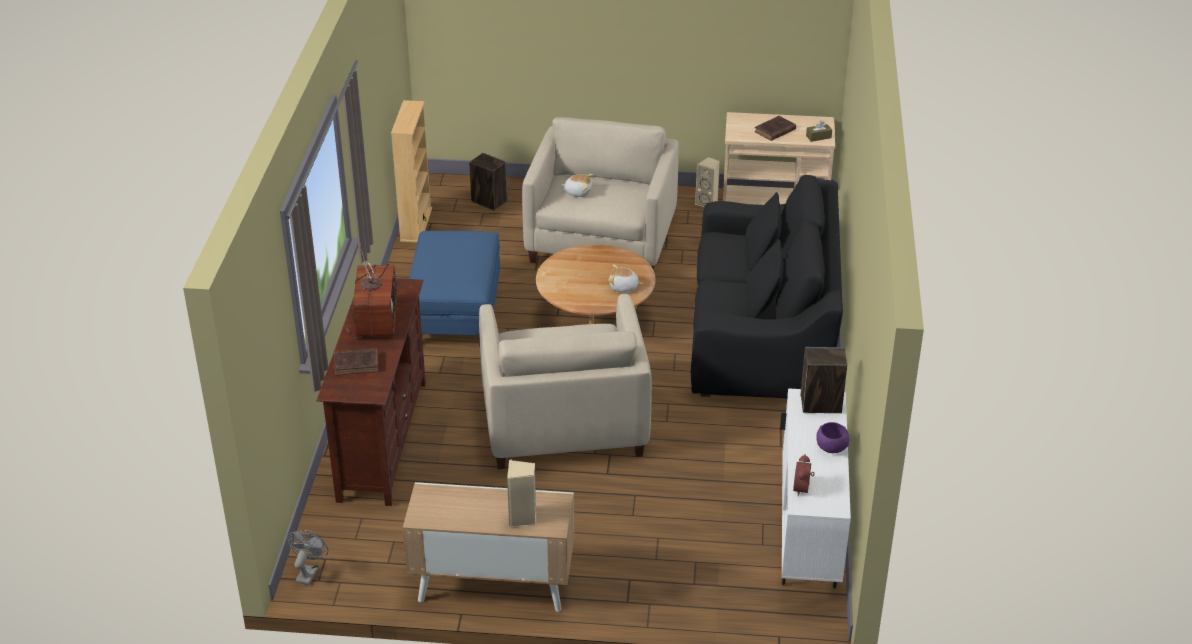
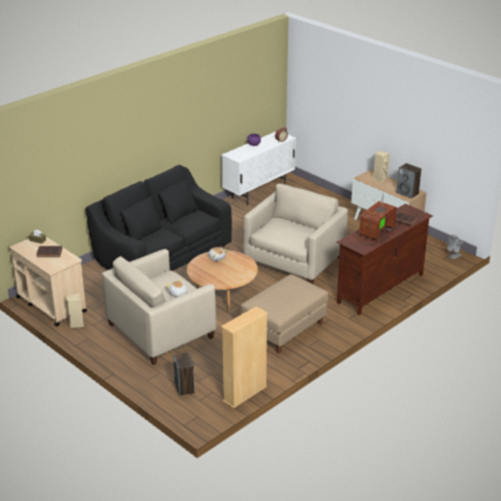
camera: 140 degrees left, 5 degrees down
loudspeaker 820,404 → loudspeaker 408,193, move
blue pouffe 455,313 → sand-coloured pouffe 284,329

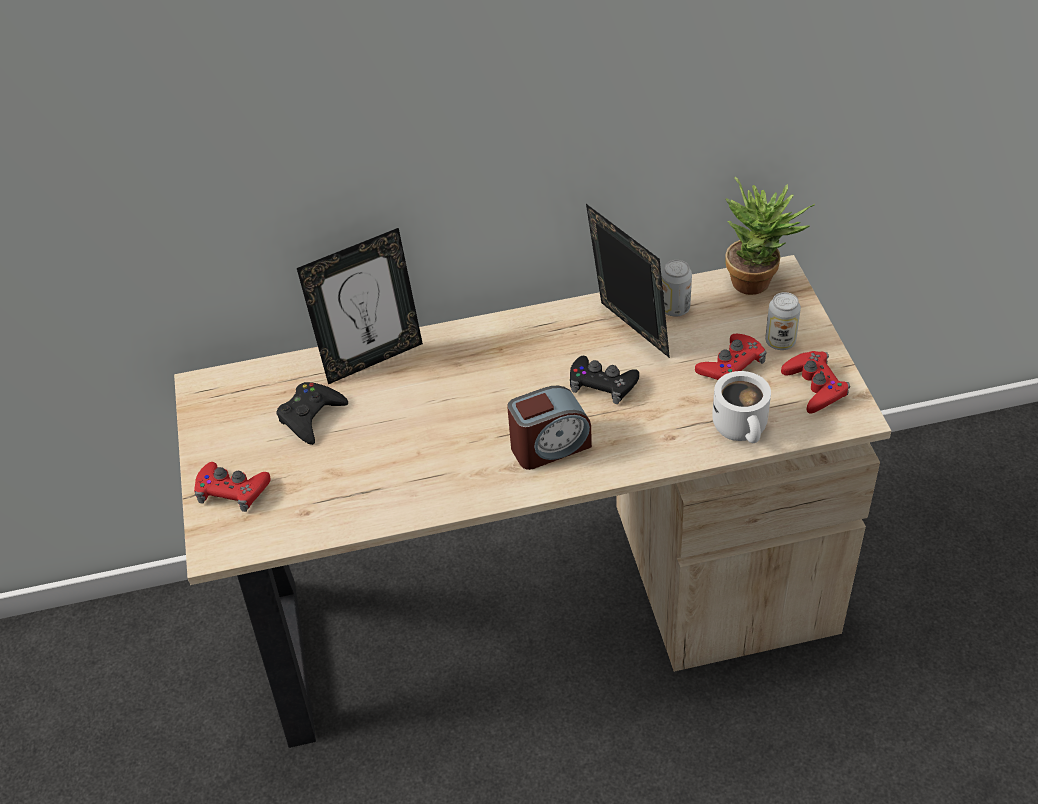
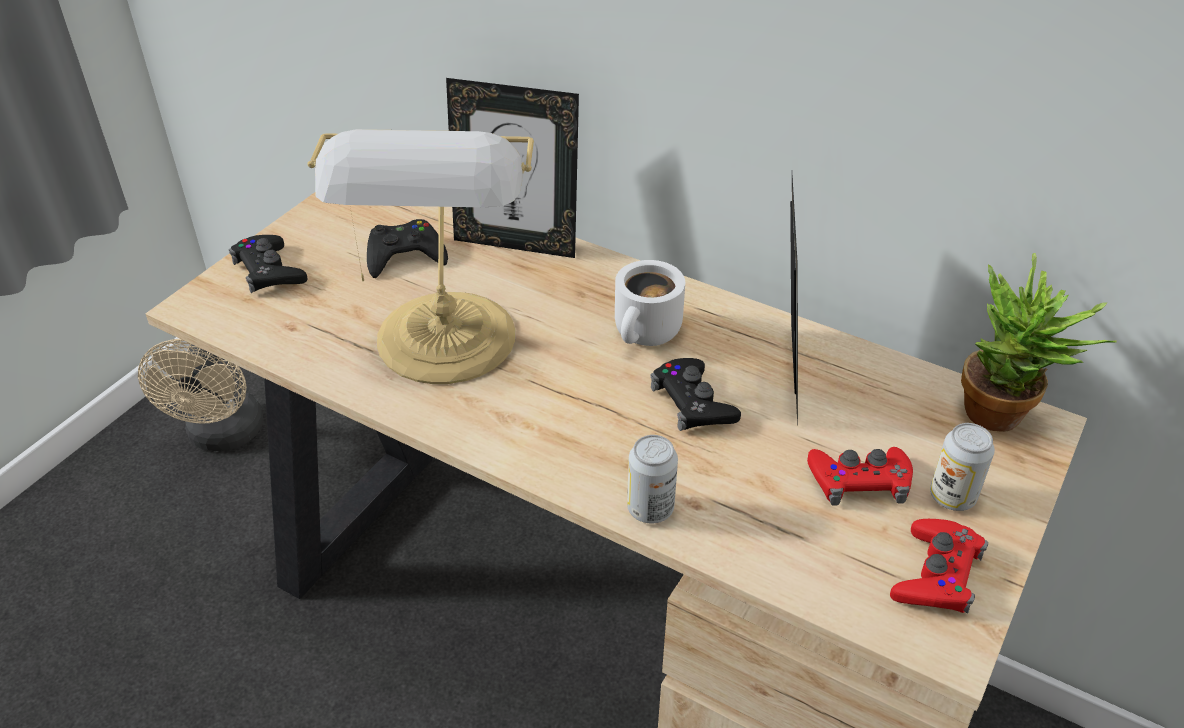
camera: 40 degrees right, 5 degrees down
table clock 550,446 → -
- → sand-coloured fan 223,436
- → table lamp 446,342
sealed can 675,308 → sealed can 650,509, move
whitish mug 743,428 → whitish mug 647,334, move
red gamepad 232,490 → blackish gamepad 269,271

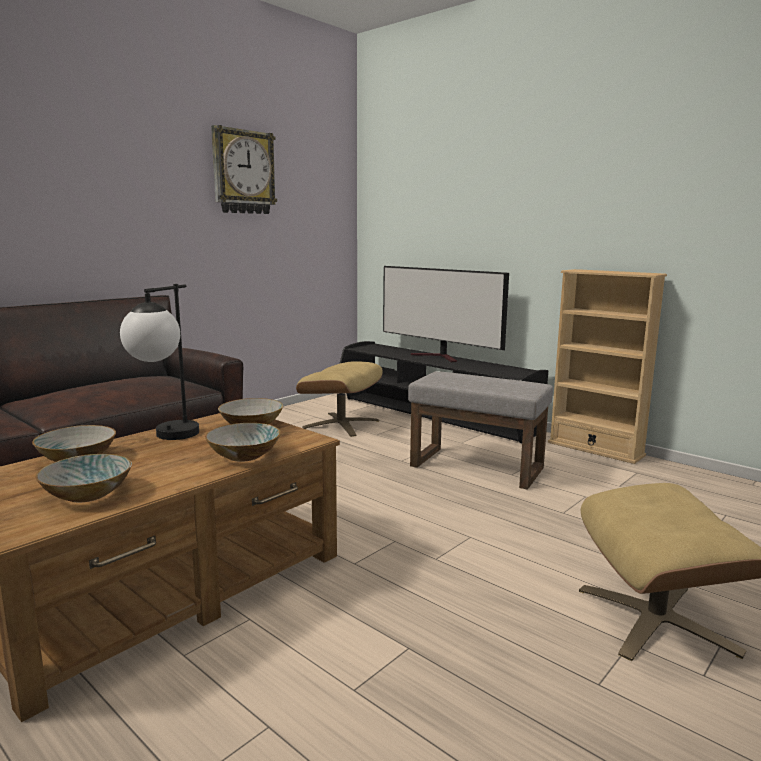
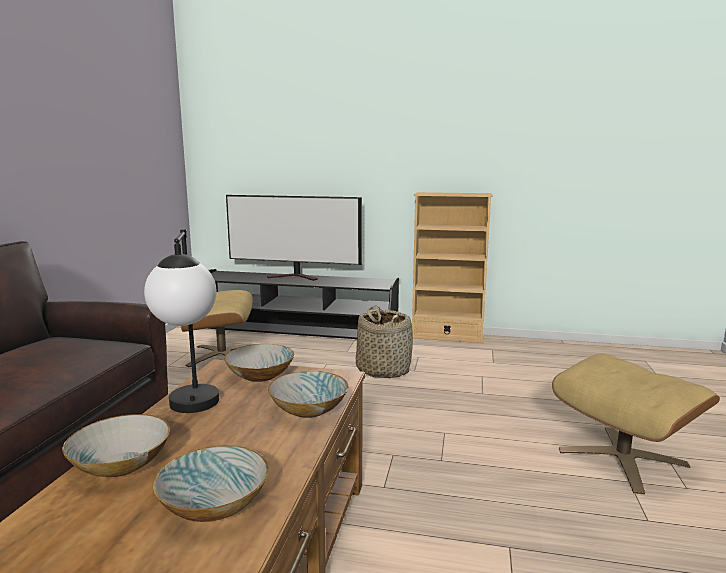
camera: 30 degrees left, 0 degrees up
clock on the wall 243,172 → -
greyish pouffe 478,466 → storage basket 383,370

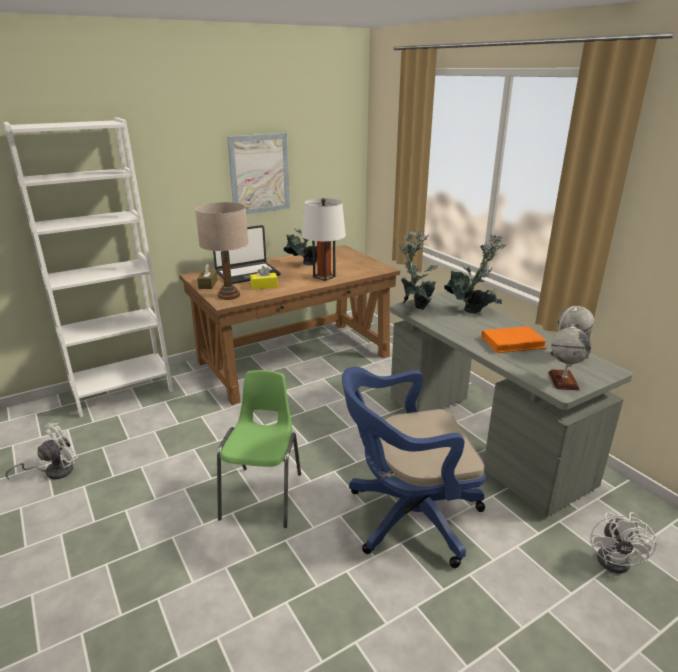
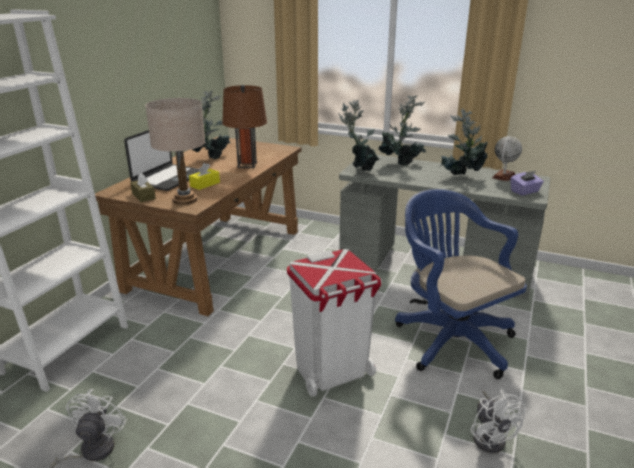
camera: 35 degrees left, 0 degrees up
picture 259,174 → -
whitish fan 618,559 → whitish fan 491,436, move
green-coloured plain chair 263,495 → whitish rubbish bin 332,373
orange-coloured book 513,342 → potted plant 461,177
world globe 563,380 → purple box of tissues 525,191
whitish table lamp 324,277 → brownish table lamp 247,165
blue computer chair 406,517 → blue computer chair 450,338, 105 degrees clockwise

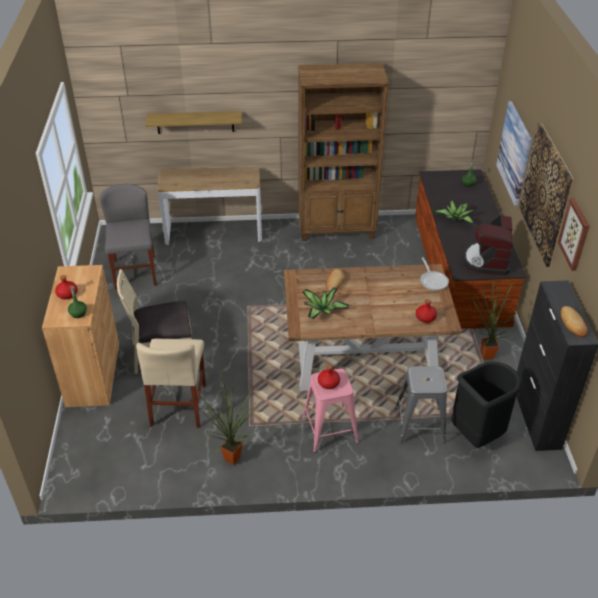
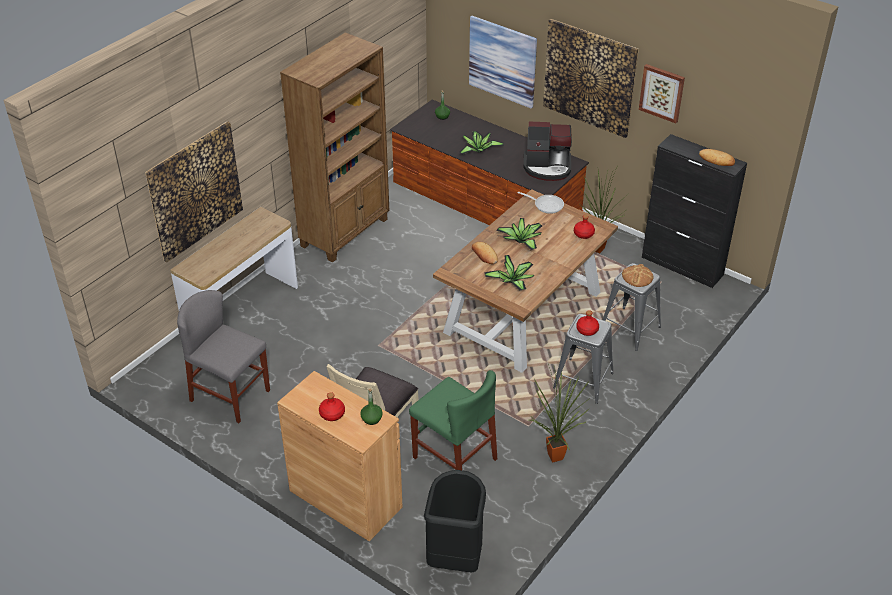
camera: 50 degrees left, 0 degrees up
- → potted plant 521,241
- → baked bread 637,277
blackish rubbish bin 478,434 → blackish rubbish bin 455,557, move
bracket shelf 195,122 → picture 195,191
sand-coloured plain chair 179,405 → green-coloured plain chair 454,458
pink-coloured sitting stool 330,430 → greyish sitting stool 583,380
coffee brewer 486,260 → coffee brewer 547,167, 45 degrees counterclockwise

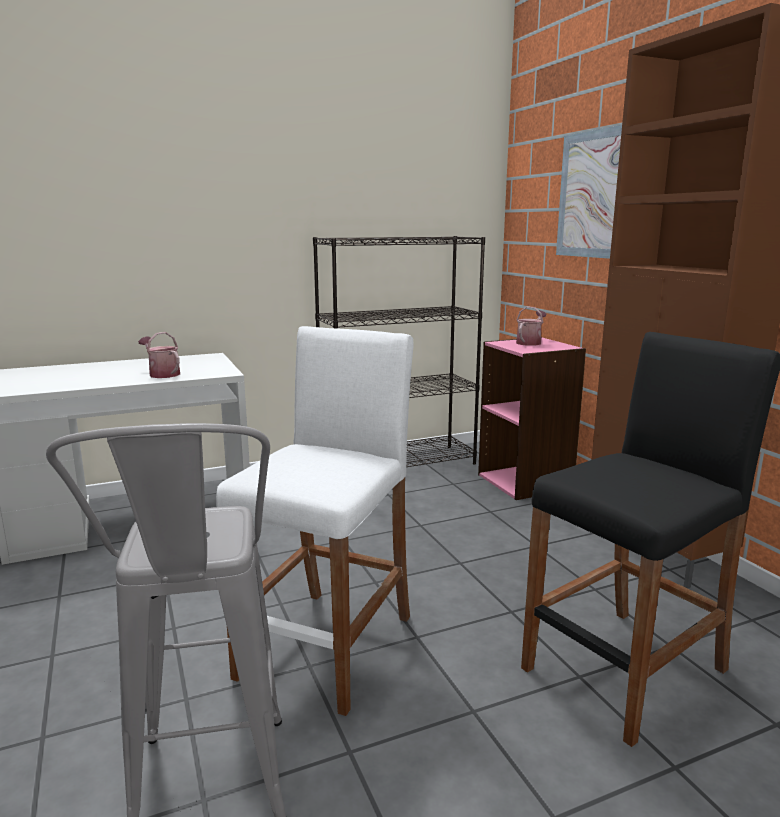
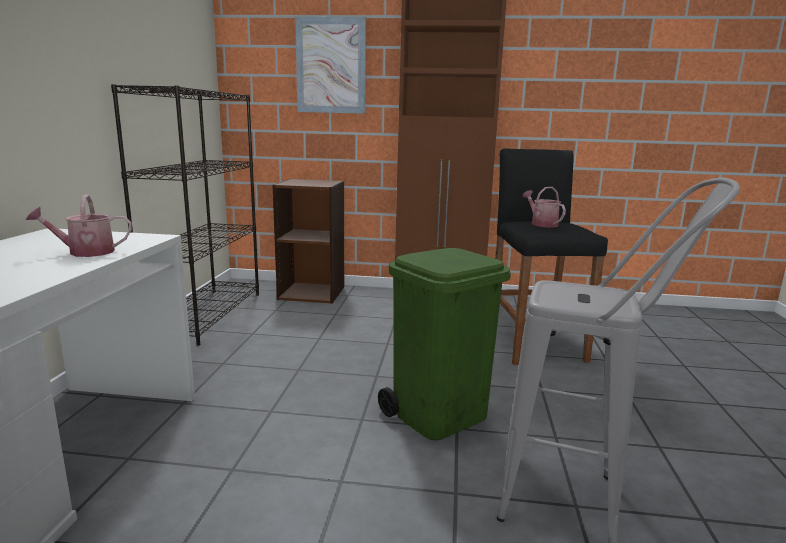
camera: 60 degrees left, 0 degrees up
watering can 530,342 → watering can 541,224, move
whitish sitting stool 328,646 → green-coloured rubbish bin 440,415
pink-coloured shelving unit 525,481 → brownish shelving unit 312,292

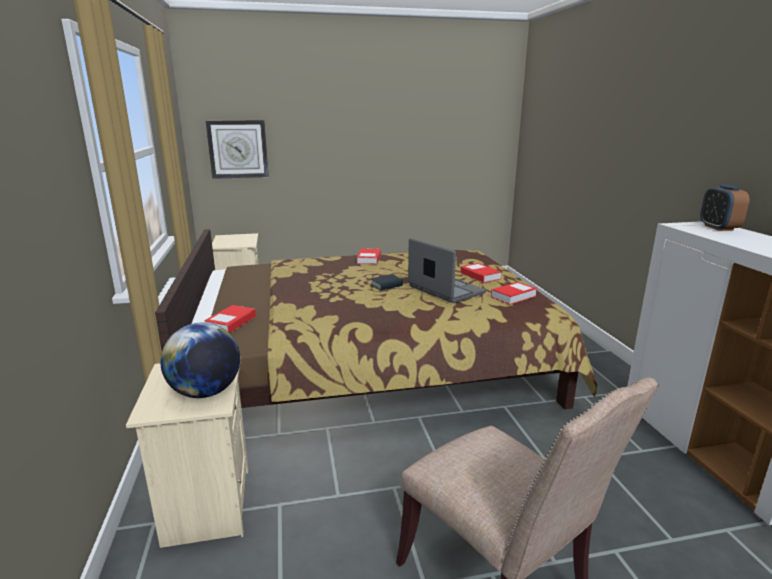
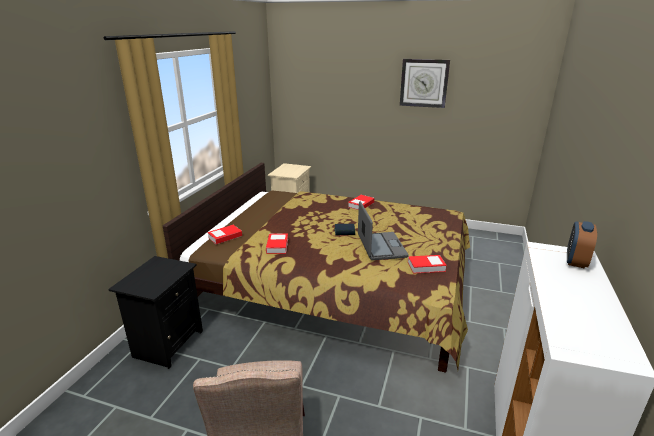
camera: 30 degrees right, 5 degrees up
world globe 206,392 → -
clock on the wall 238,149 → clock on the wall 424,83, move
book 480,276 → book 277,246, move
sand-coloured bedside table 206,505 → blackish bedside table 167,344

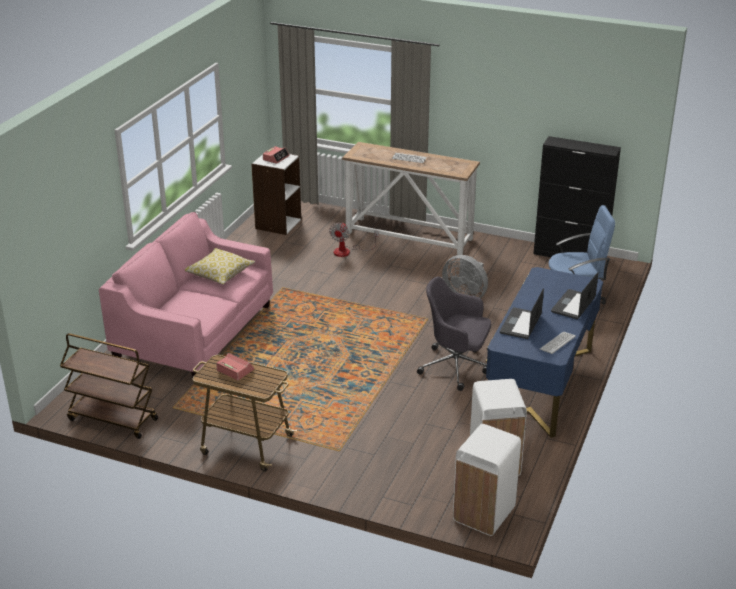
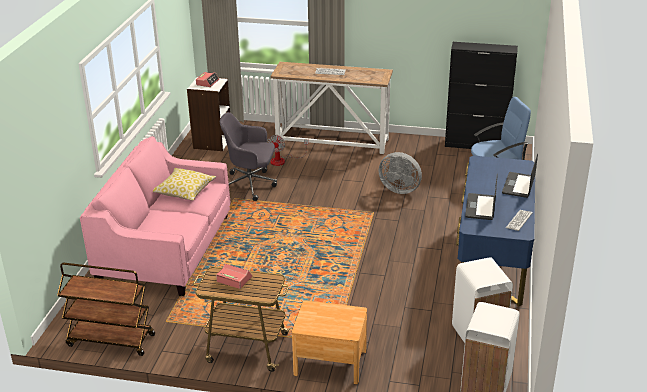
camera: 10 degrees left, 0 degrees up
- → brownish bedside table 330,362
greyish computer chair 456,367 → greyish computer chair 250,185, move

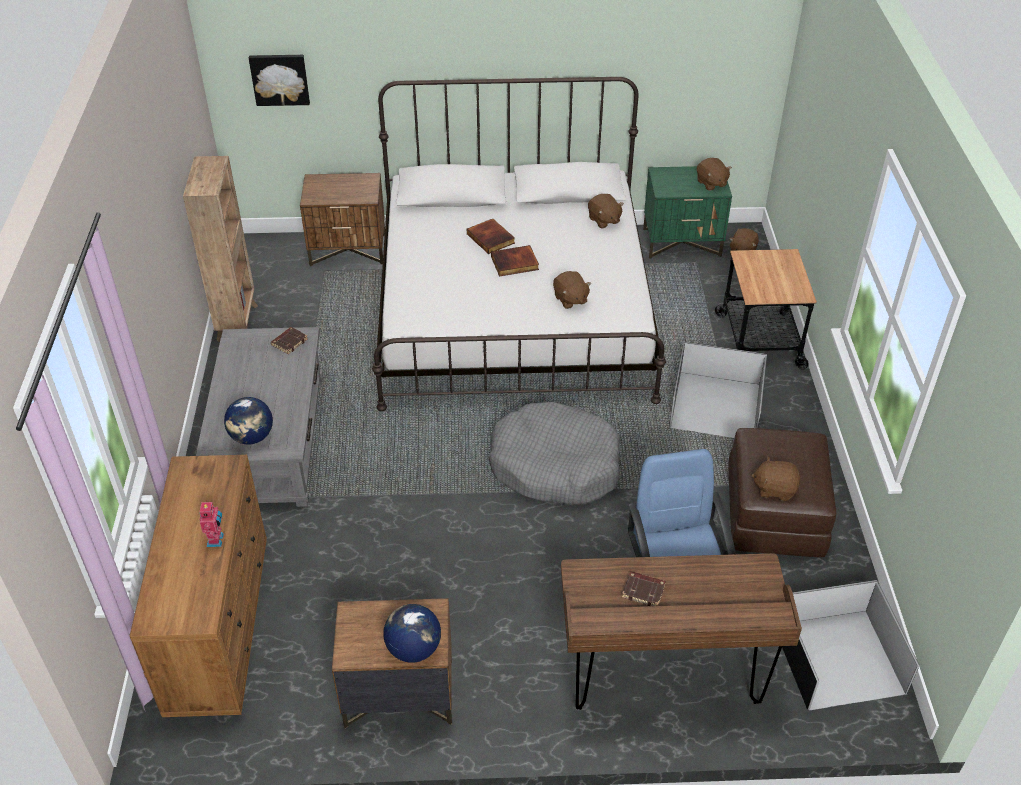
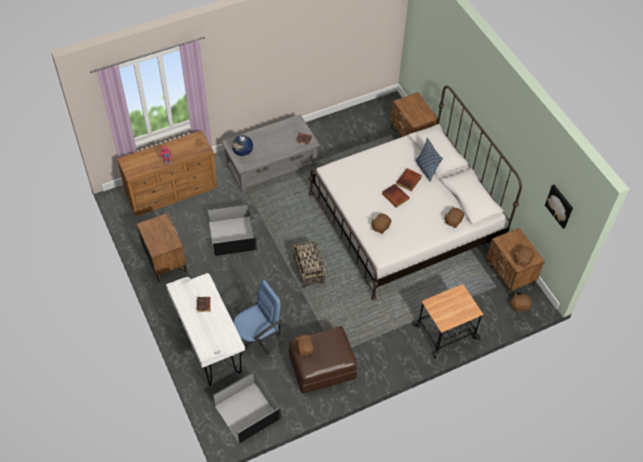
camera: 65 degrees right, 10 degrees up
brownish shelving unit 238,322 → -
world globe 413,649 → -
- → cushion 426,169
picture 280,79 → picture 560,206, move
blackish storage box 714,405 → blackish storage box 232,235, move
greyish dog bed 555,465 → storage basket 309,271
brownish desk unit 663,677 → whitish desk unit 209,347
green-coloured bedside table 682,242 → brownish bedside table 510,275

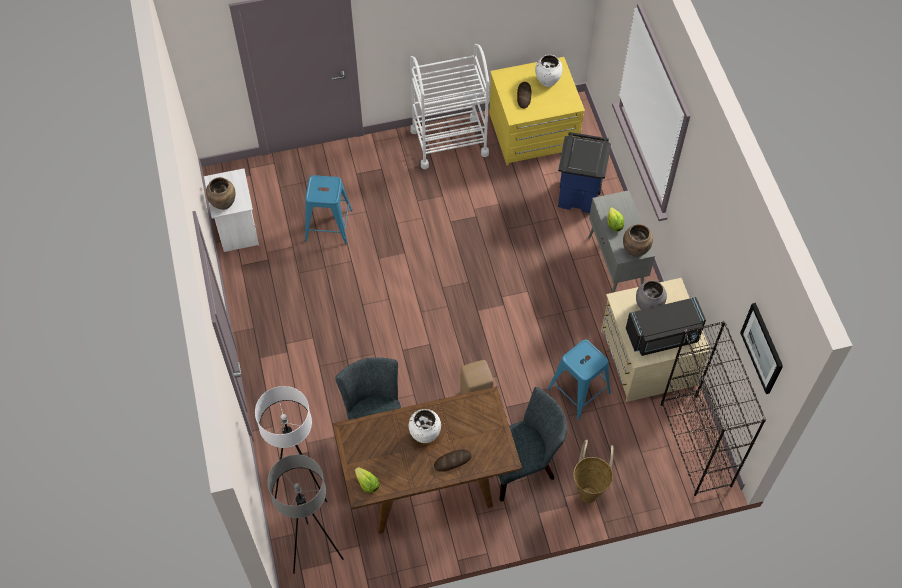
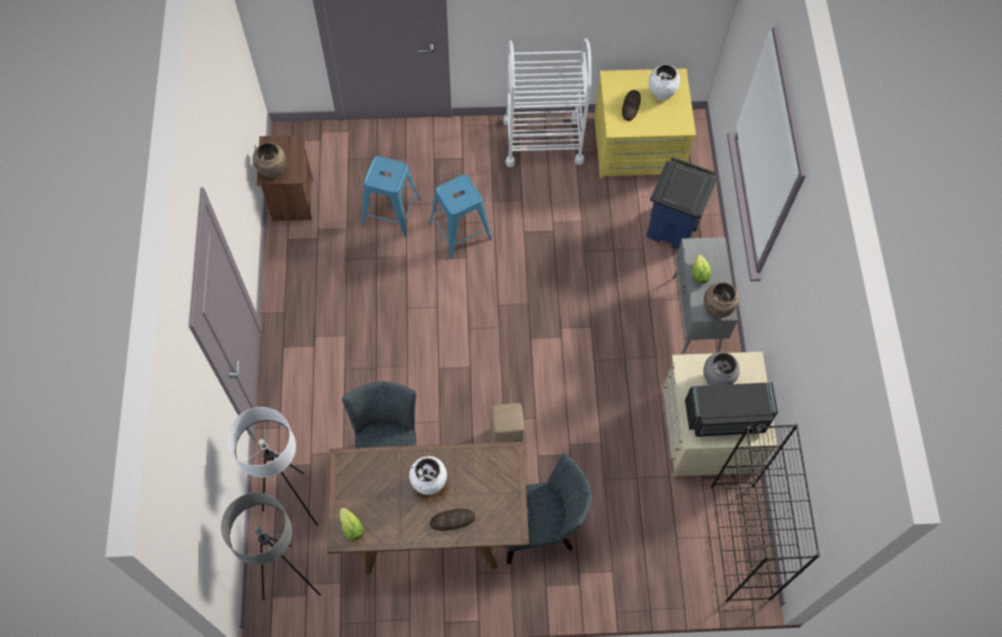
camera: 10 degrees right, 5 degrees up
storage basket 589,491 → -
picture 762,348 → -
blue sitting stool 579,391 → blue sitting stool 460,231, move
whitish bedside table 237,230 → brownish bedside table 291,200

